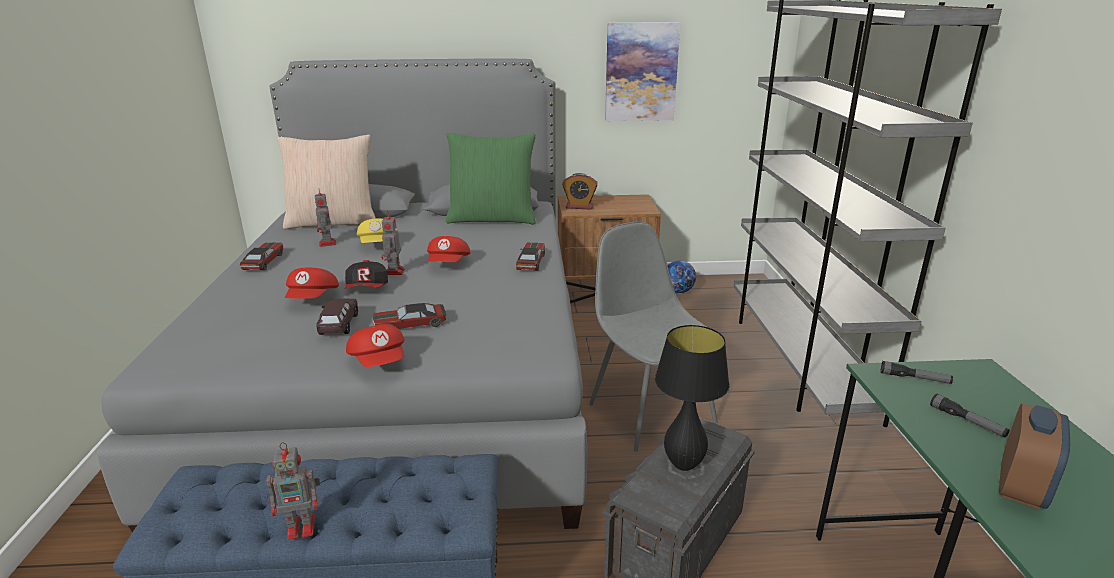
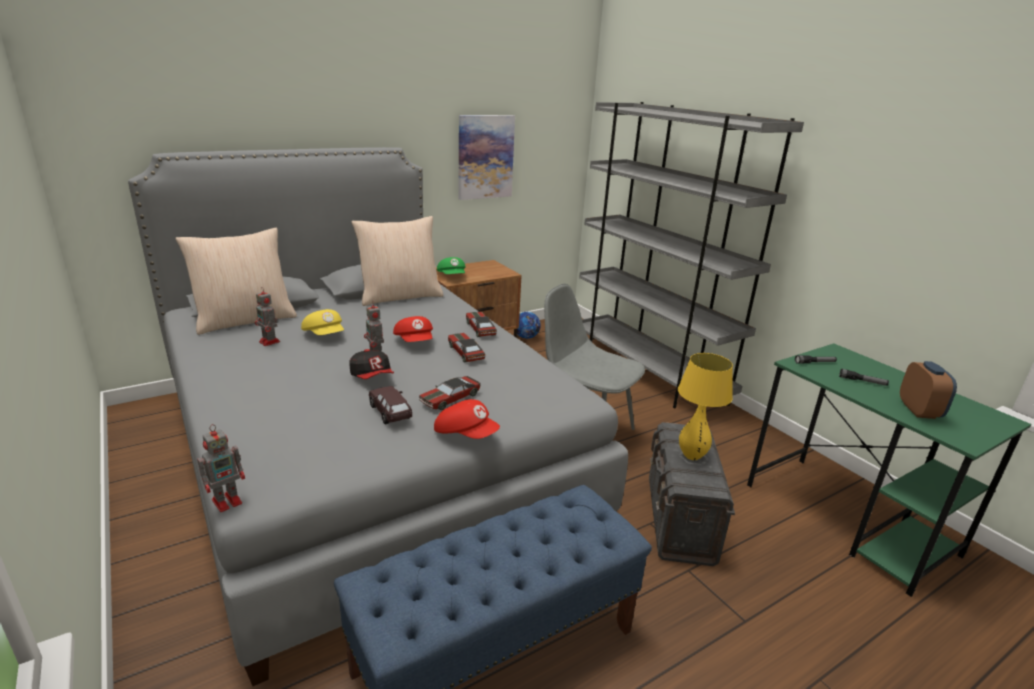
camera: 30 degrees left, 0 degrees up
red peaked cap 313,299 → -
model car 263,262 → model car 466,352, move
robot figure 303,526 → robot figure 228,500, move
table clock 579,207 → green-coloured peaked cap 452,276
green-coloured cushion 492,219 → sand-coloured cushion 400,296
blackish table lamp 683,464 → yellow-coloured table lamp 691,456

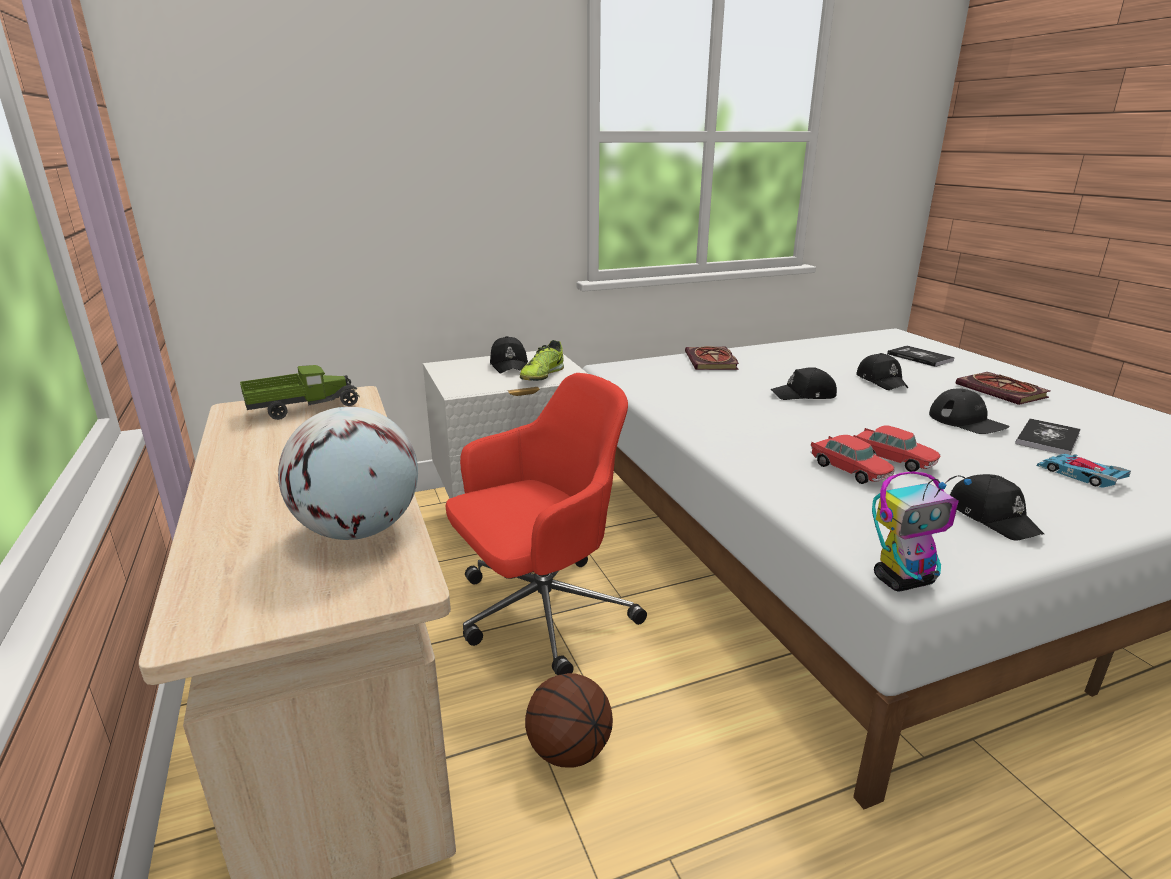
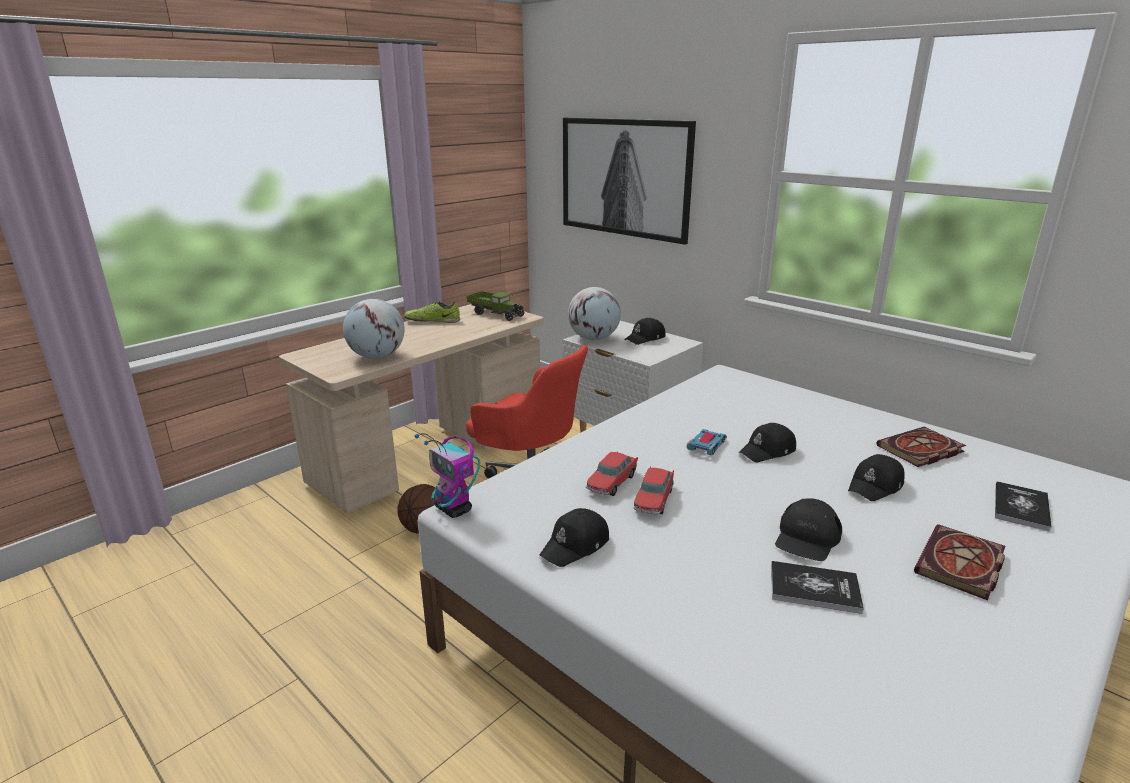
camera: 65 degrees right, 0 degrees up
- → picture 624,178
- → world globe 594,338
shoe 542,376 → shoe 433,321, move
book 712,362 → book 920,450, move
model car 1079,475 → model car 707,445, move
blackish peaked cap 804,395 → blackish peaked cap 768,451, 90 degrees counterclockwise

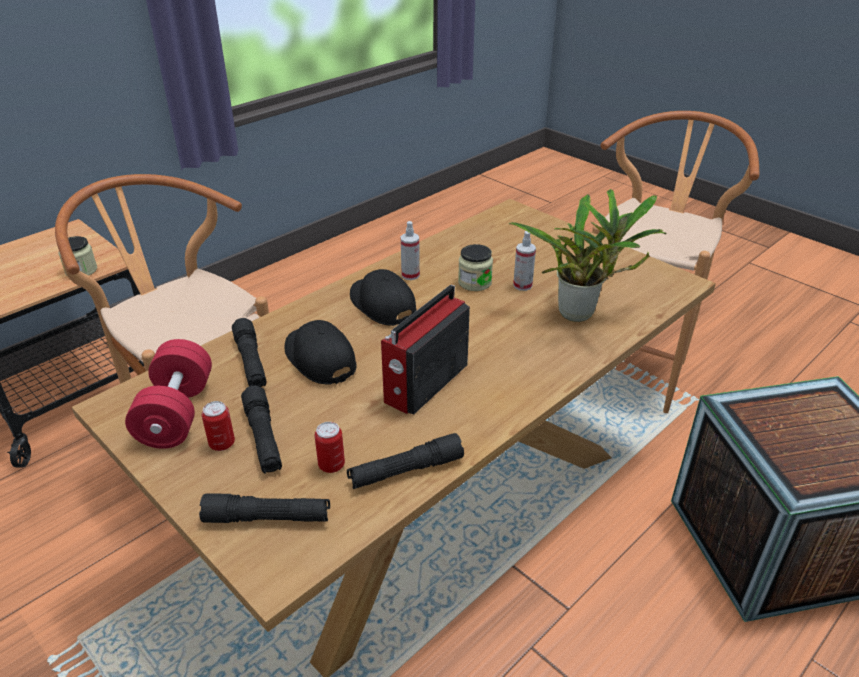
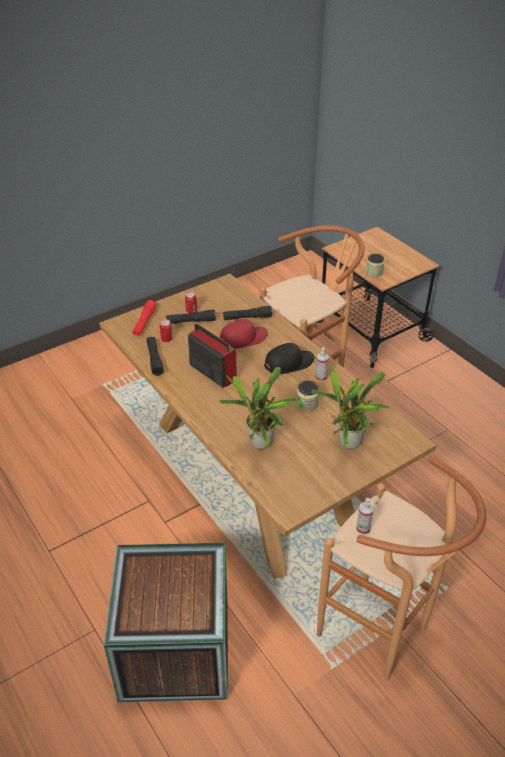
camera: 100 degrees right, 5 degrees up
red hand weight 176,413 → -
- → potted plant 348,444
hand sprayer 522,285 → hand sprayer 363,529, move
blackish torch 267,518 → red torch 144,322
blackish peaked cap 319,359 → red peaked cap 243,338

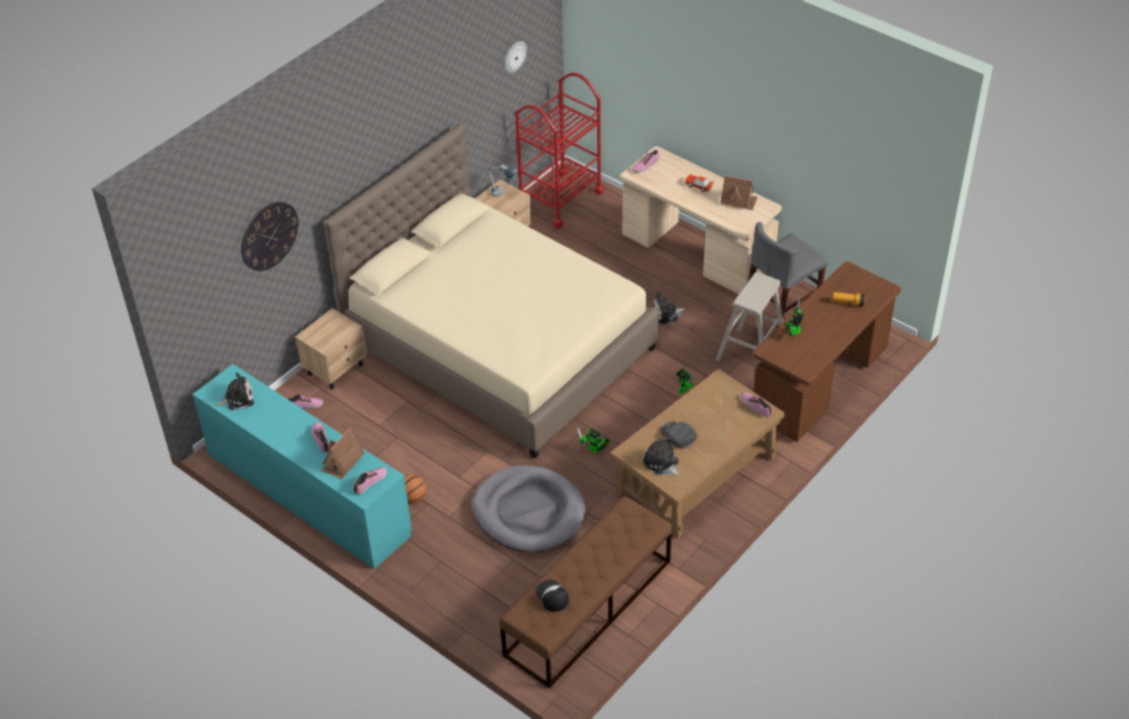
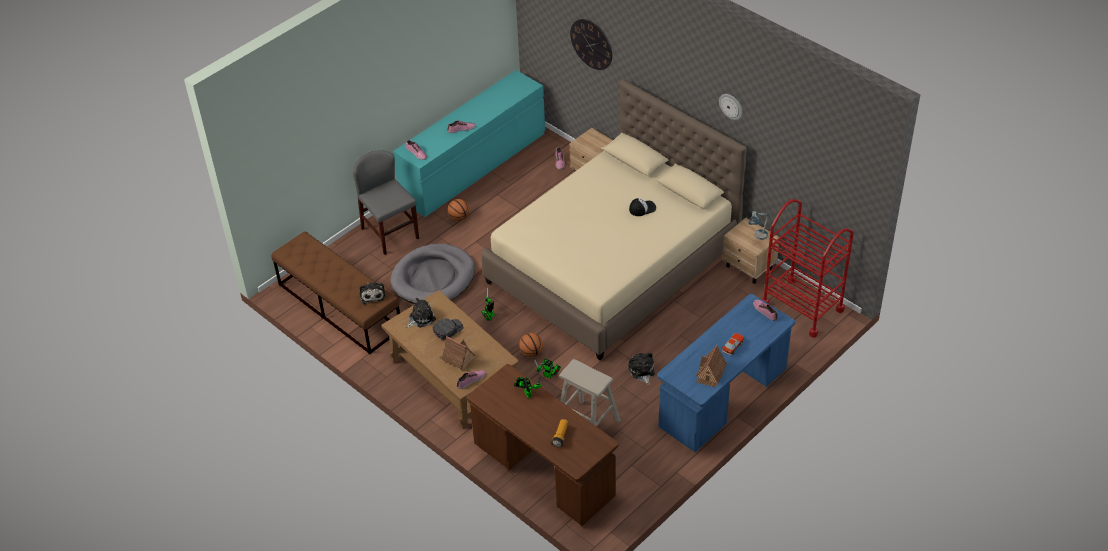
camera: 95 degrees right, 0 degrees up
- → basketball ball 531,352
cuddly toy 237,398 → cuddly toy 372,294, move
model house 342,462 → model house 457,358, move
clock on the wall 514,56 → clock on the wall 731,106, move
peaked cap 552,596 → peaked cap 642,208, move
greyish plain chair 781,307 → greyish plain chair 390,233, move
sand-coloured desk unit 697,253 → blue desk unit 723,399

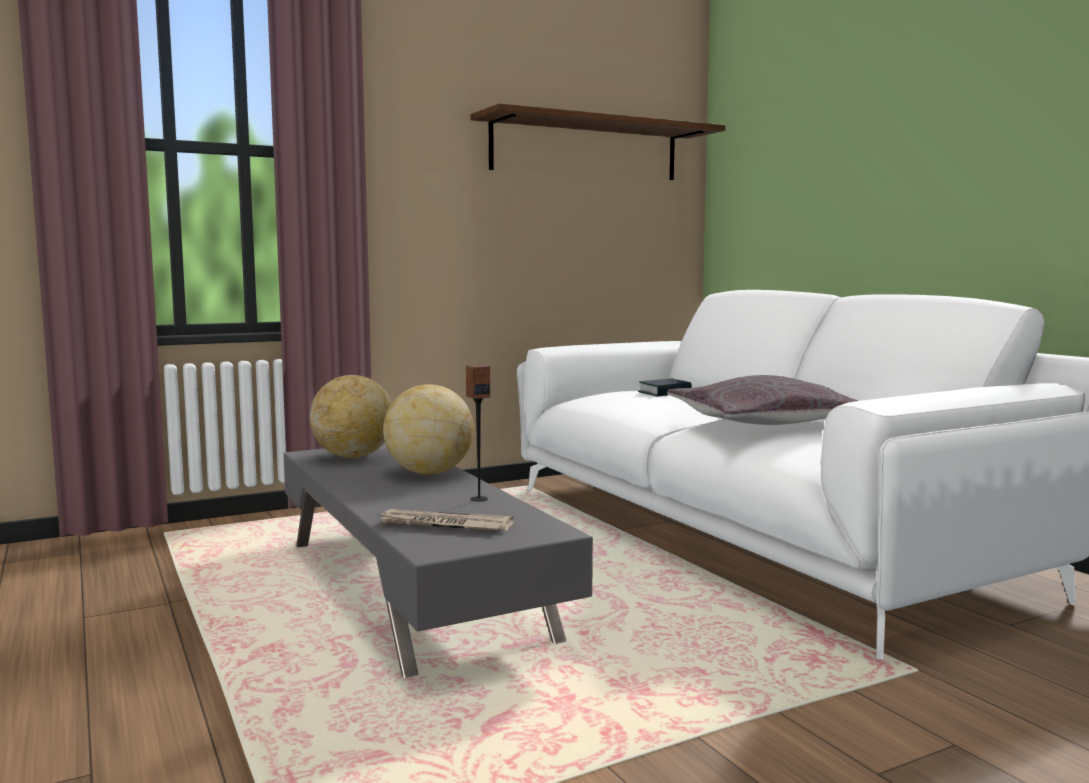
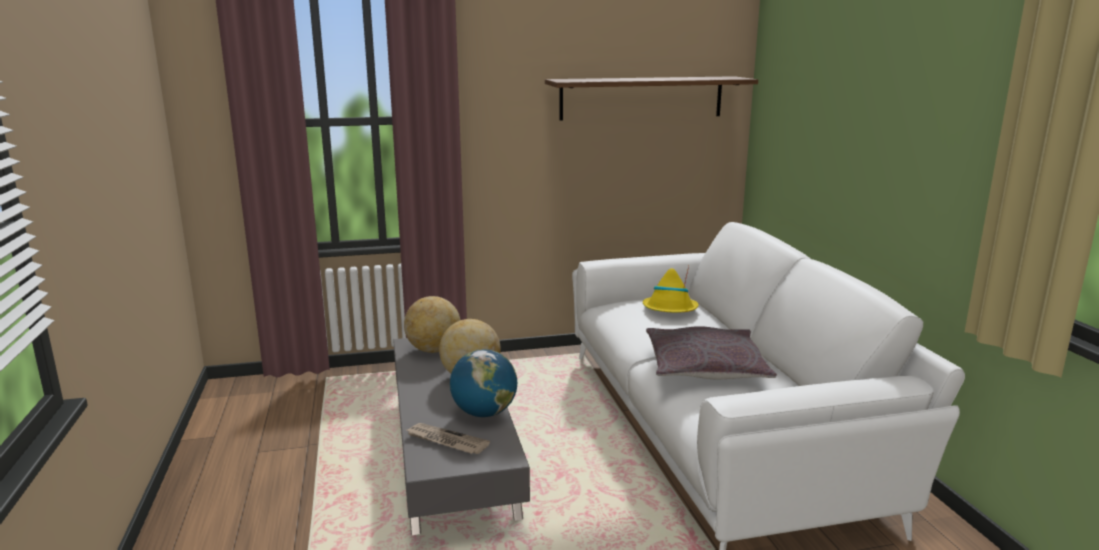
camera: 15 degrees right, 10 degrees up
loudspeaker 479,499 → world globe 484,413
book 664,393 → yellow-coloured wearable hat 670,309

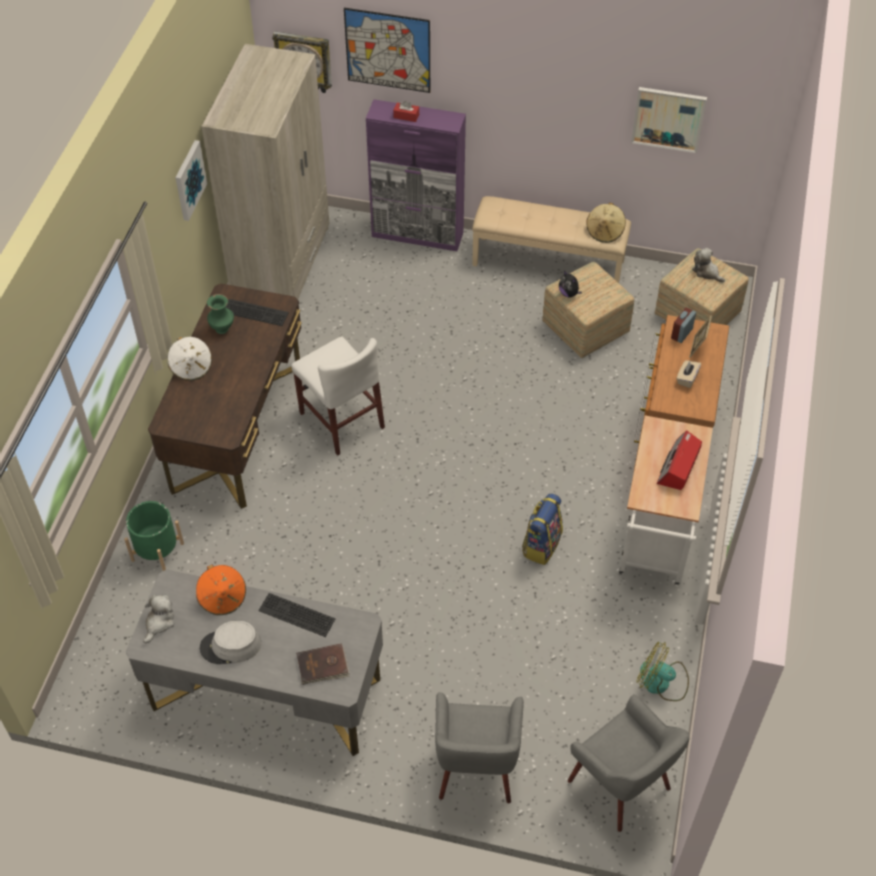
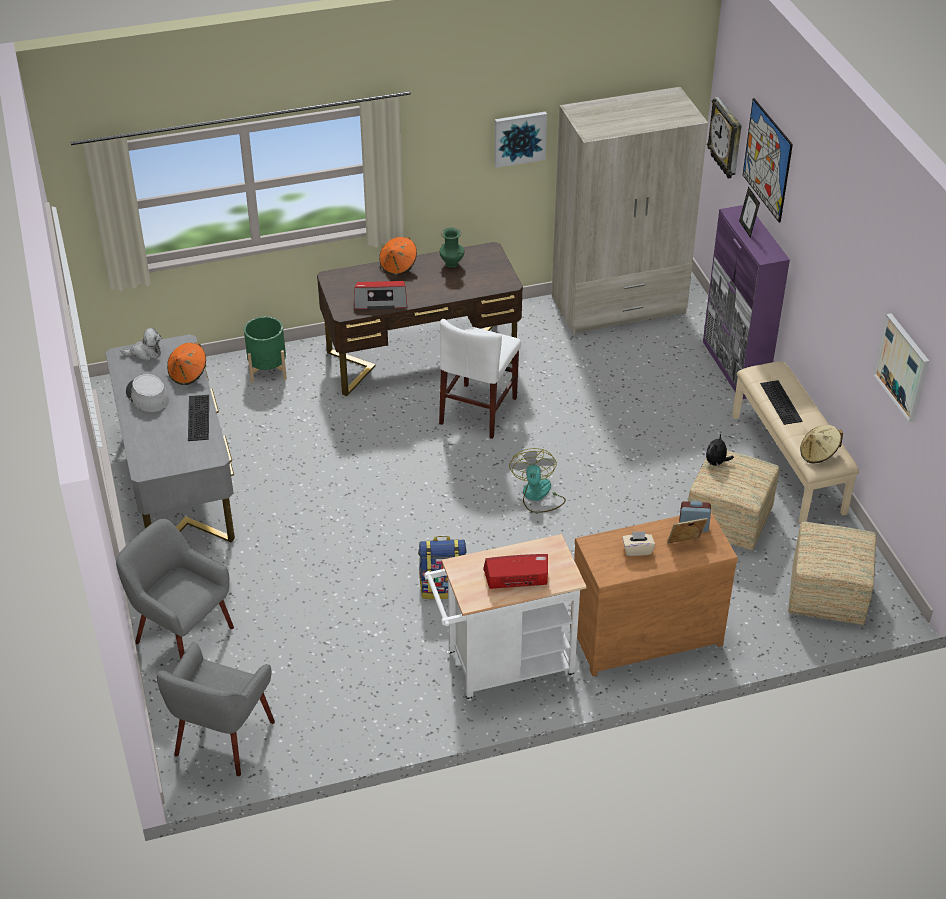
camera: 60 degrees right, 10 degrees down
brownish book 323,666 → -
cuddly toy 706,272 → -
- → radio receiver 380,301
keyboard 256,312 → keyboard 782,402, move
fan 661,682 → fan 538,495, move
red box of tissues 406,116 → photo frame 747,229
whitish wearable hat 191,367 → orange-coloured wearable hat 398,266
greyish armchair 476,768 → greyish armchair 182,635, 60 degrees clockwise

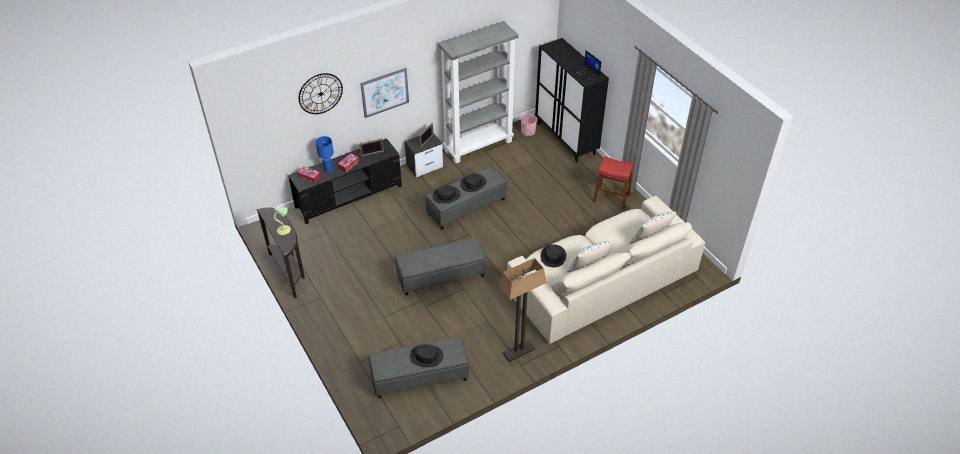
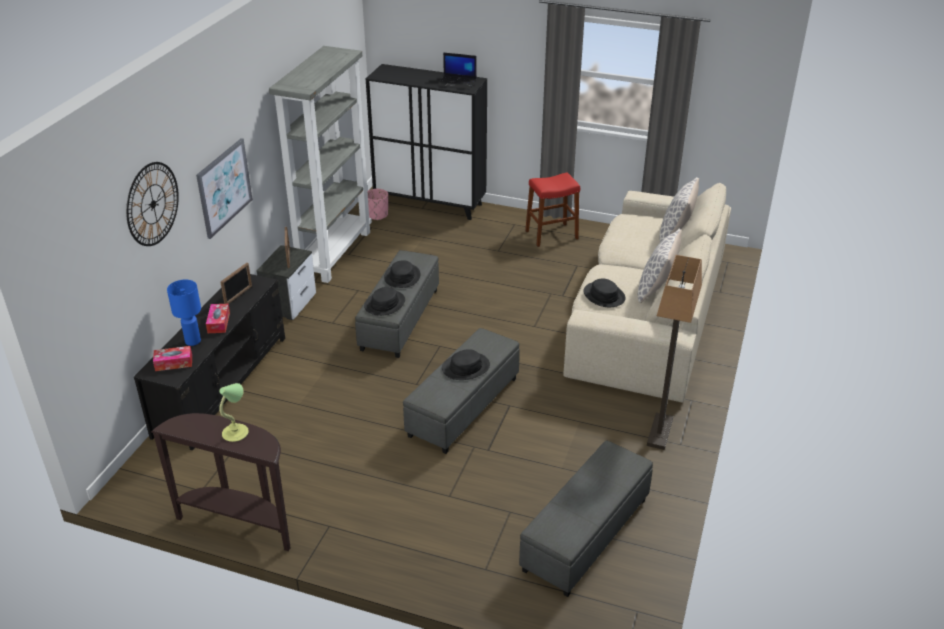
camera: 40 degrees left, 10 degrees down
blackish wearable hat 426,356 → blackish wearable hat 465,367, move

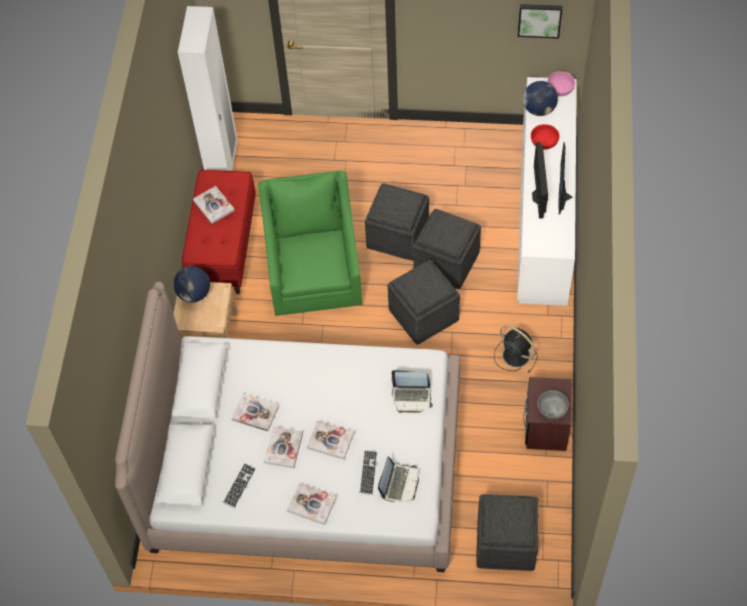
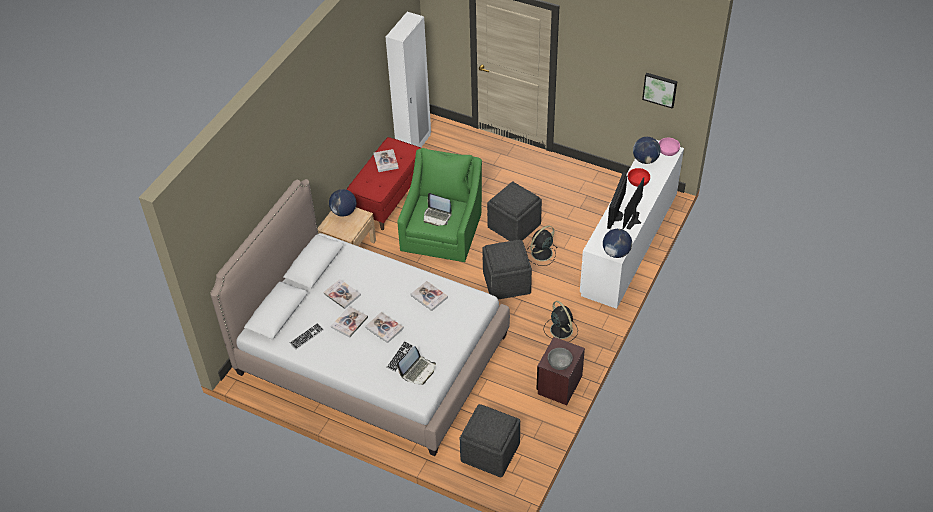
camera: 20 degrees right, 10 degrees down
- → world globe 616,253
book 312,504 → book 429,296, move
laptop 412,397 → laptop 437,216, move
greyish pouffe 447,262 → blackish fan 541,253

